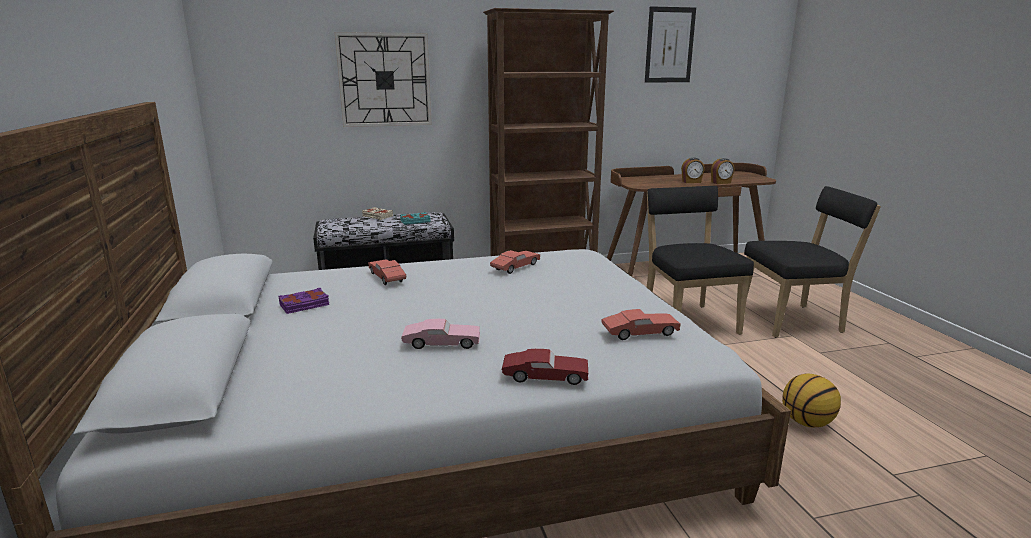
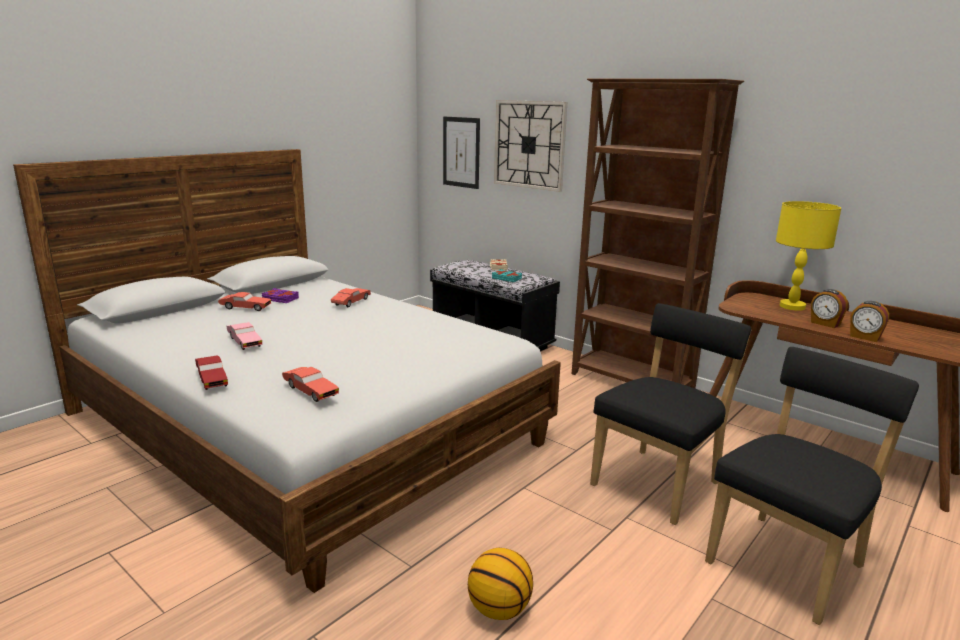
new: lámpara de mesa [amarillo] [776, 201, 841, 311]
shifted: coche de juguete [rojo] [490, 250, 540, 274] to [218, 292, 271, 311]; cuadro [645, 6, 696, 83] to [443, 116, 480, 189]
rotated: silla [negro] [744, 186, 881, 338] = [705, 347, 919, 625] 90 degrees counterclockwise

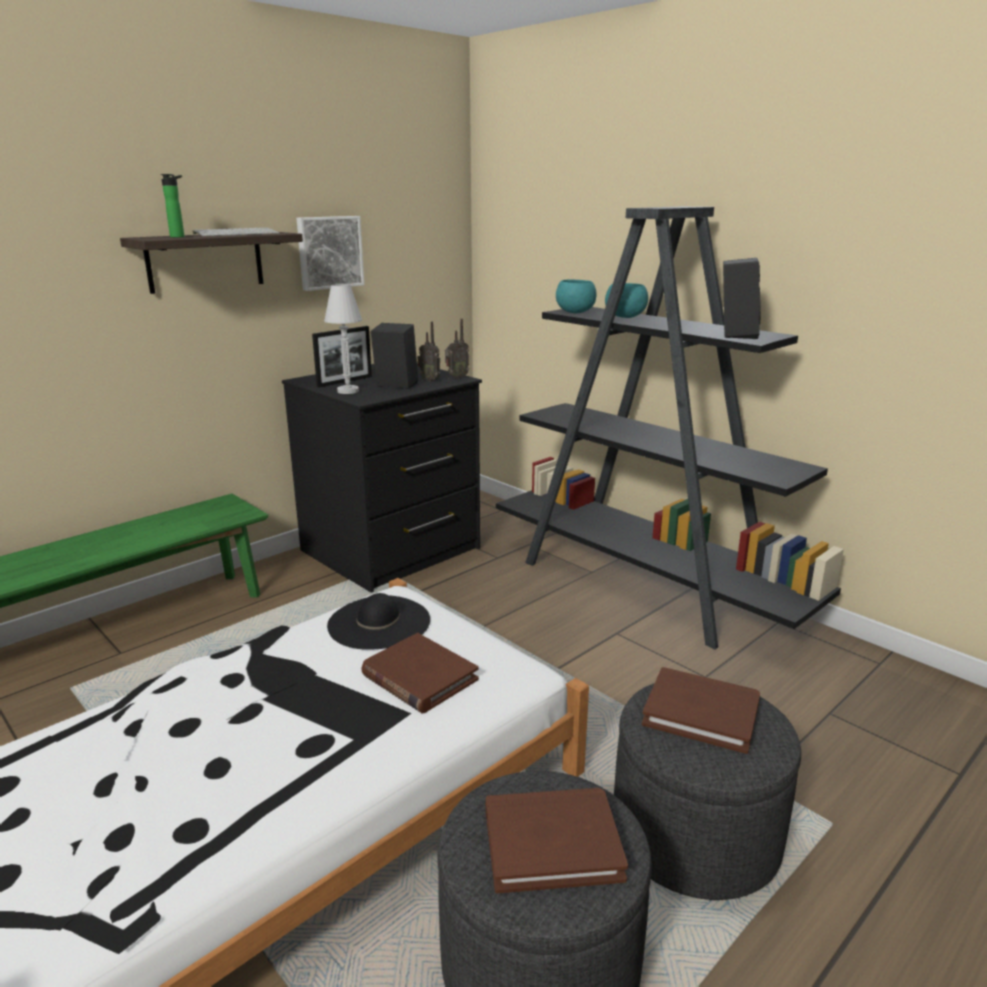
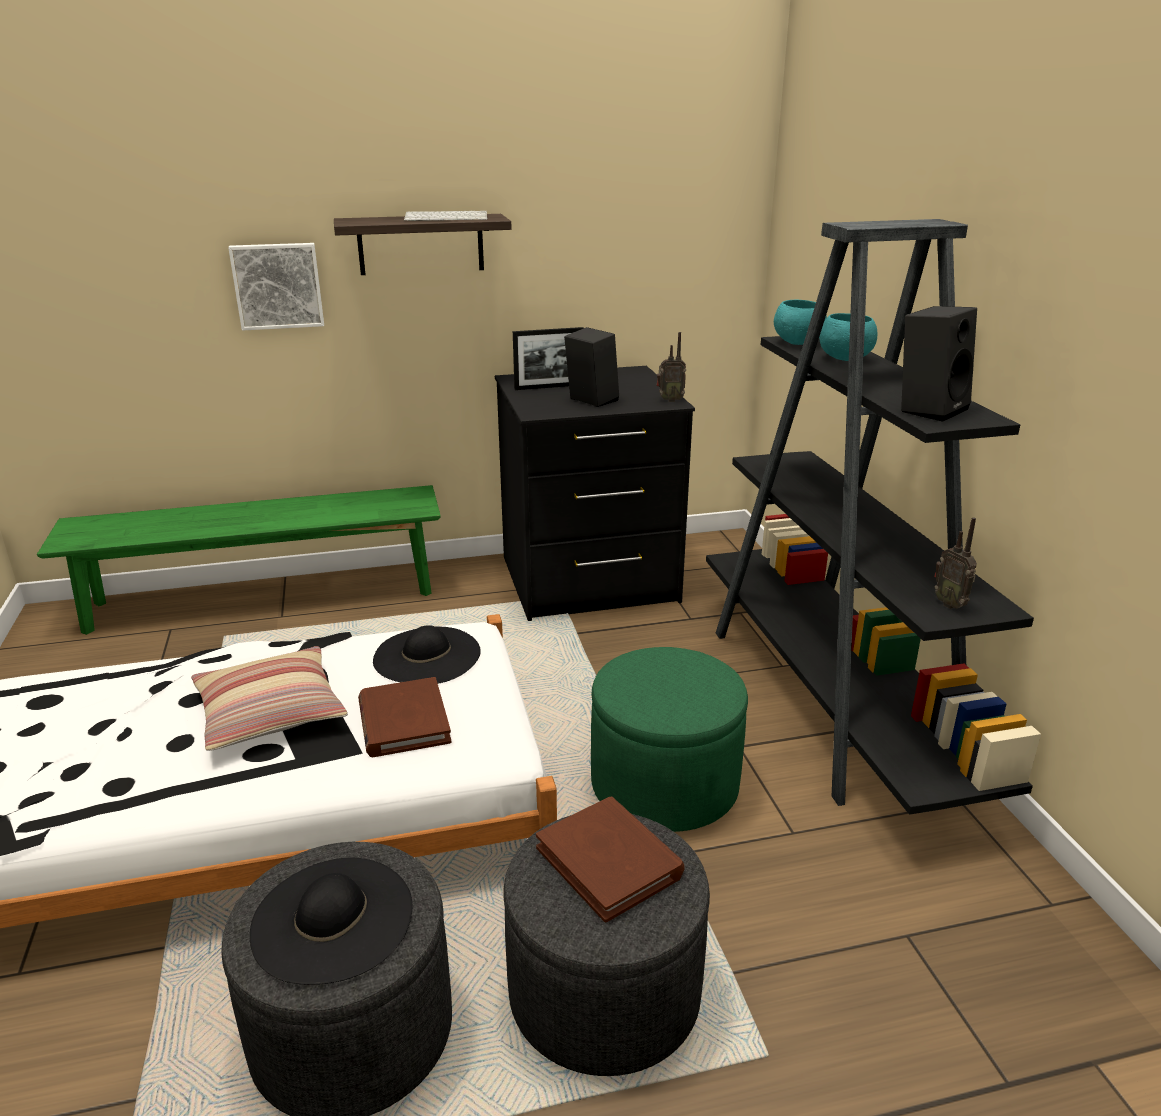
gone: botella [160, 174, 184, 238]; lámpara de mesa [blanco] [324, 284, 362, 394]
new: cojín [191, 646, 348, 751]; puf [verde] [591, 647, 748, 832]
shifted: cuadro [296, 216, 364, 291] to [228, 243, 324, 331]; radio [417, 321, 440, 382] to [934, 517, 977, 609]
swapped: libro [marrón] [485, 788, 628, 893] to sombrero [negro] [250, 857, 413, 985]

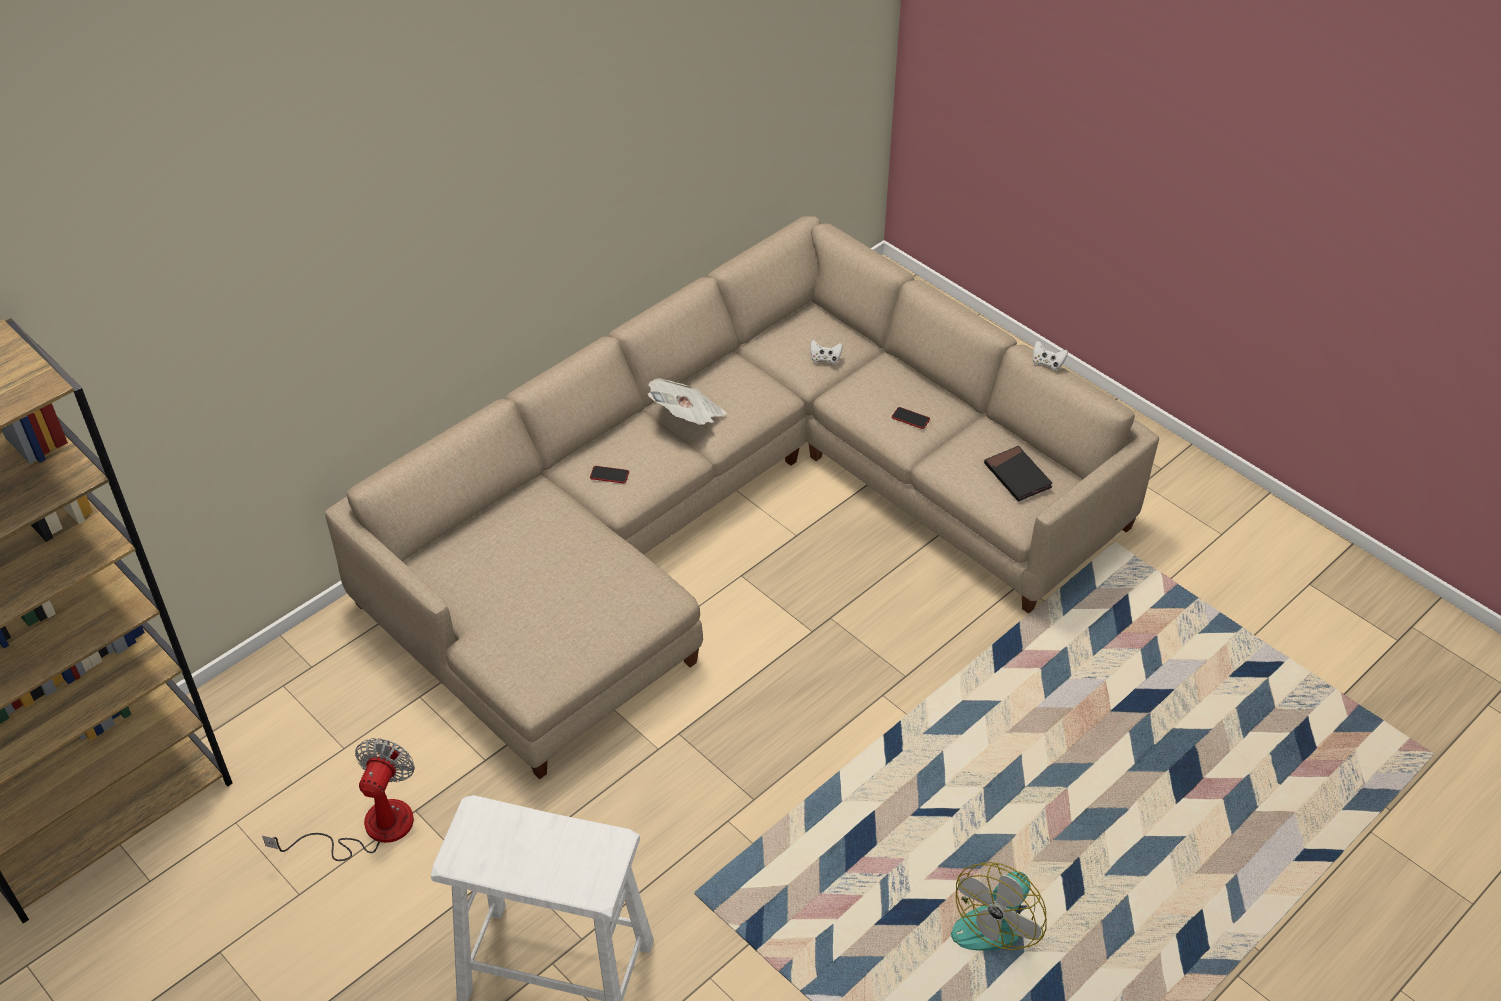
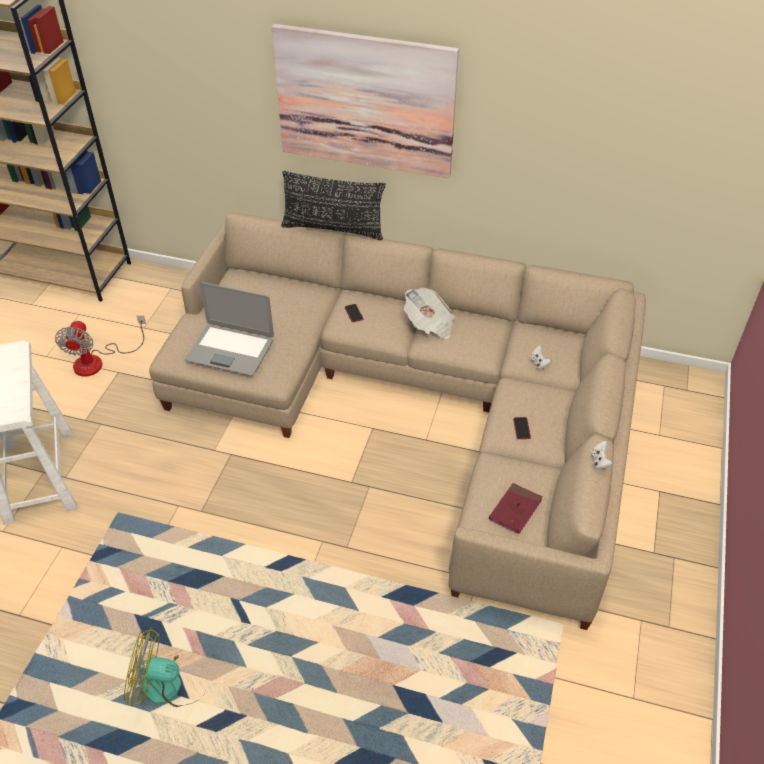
new: portátil [185, 282, 274, 376]; cuadro [271, 24, 459, 179]; cojín [negro] [281, 171, 386, 240]
repainted: libro [negro] [984, 446, 1053, 501] to libro [rojo] [489, 483, 542, 534]
rotated: ventilador [262, 738, 415, 861] = [55, 316, 146, 376] 105 degrees clockwise

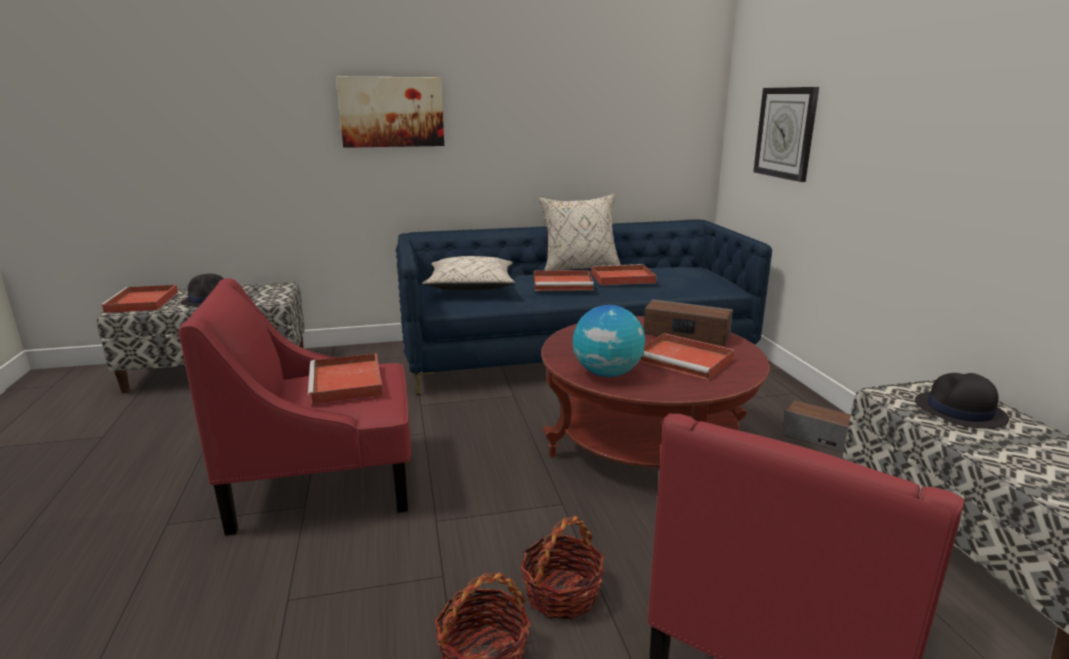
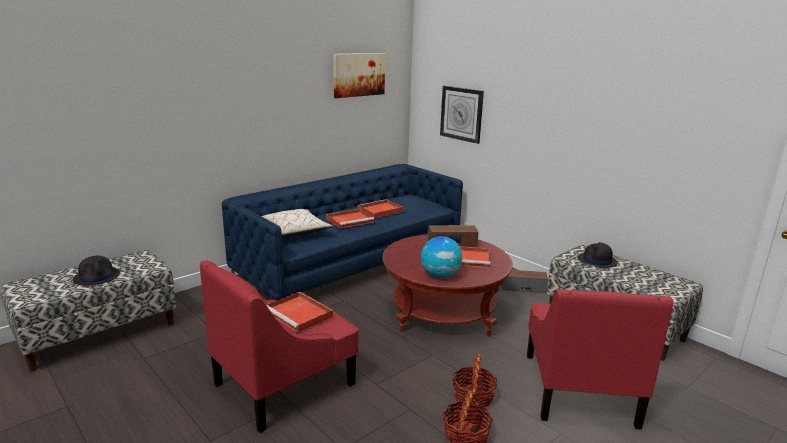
gone: bandeja [rojo] [100, 285, 178, 313]; cojín [beis] [539, 194, 621, 270]
shifted: cuadro [336, 77, 444, 148] to [333, 53, 385, 98]

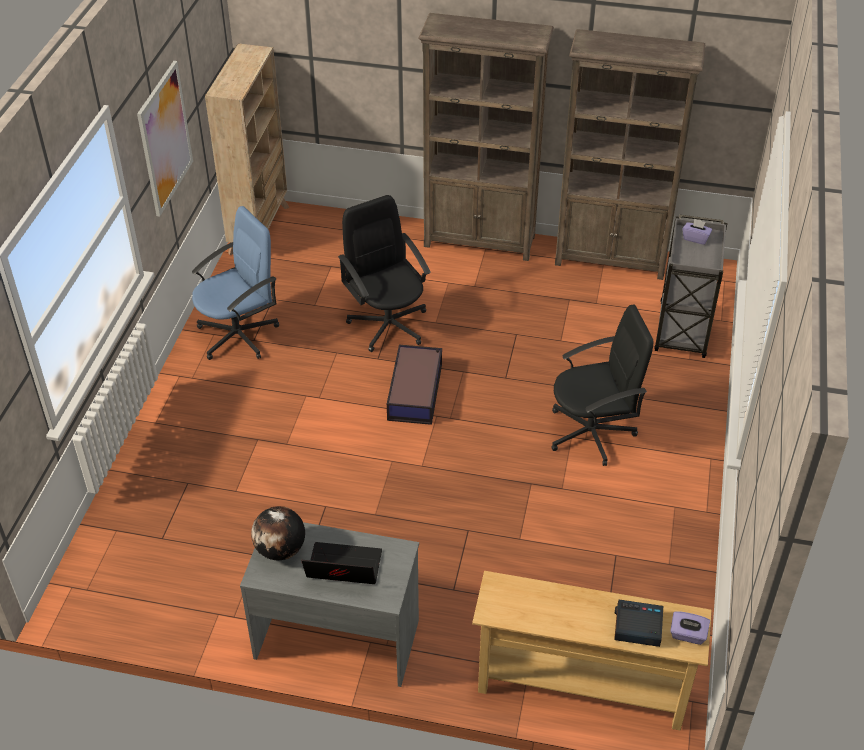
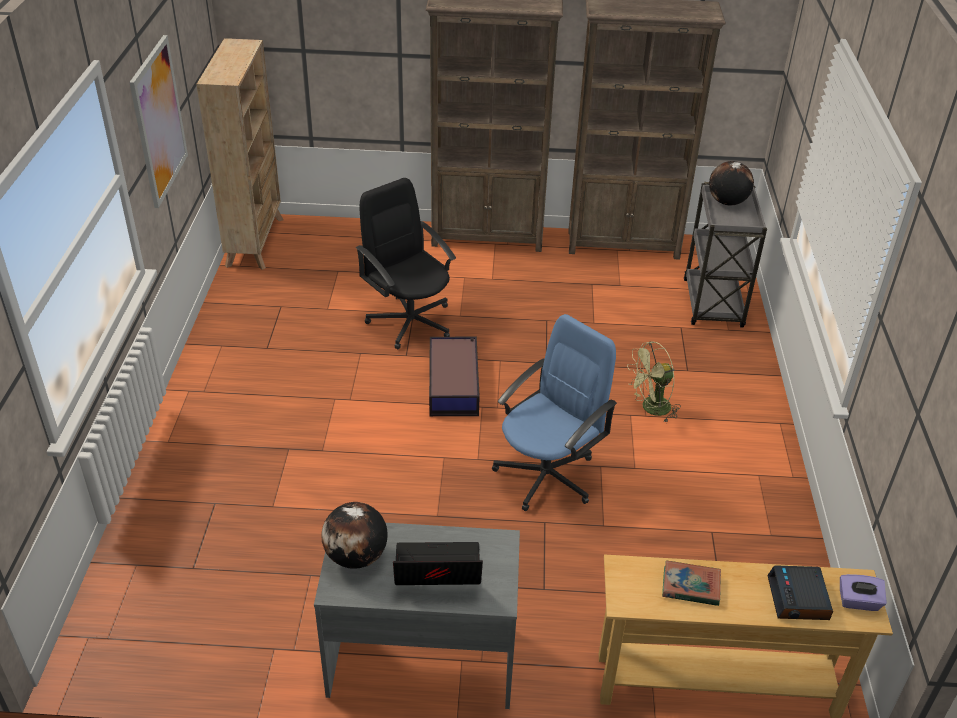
new: libro [662, 560, 721, 606]
shifted: silla de oficina [azul] [192, 206, 279, 360] to [492, 314, 617, 511]
swapped: silla de oficina [negro] [552, 305, 654, 466] to ventilador [verde] [627, 342, 681, 423]; caja de pañuelos [morado] [682, 219, 712, 245] to globo terráqueo [709, 161, 754, 206]
rotated: despertador [614, 600, 663, 647] = [767, 565, 833, 620] 90 degrees counterclockwise

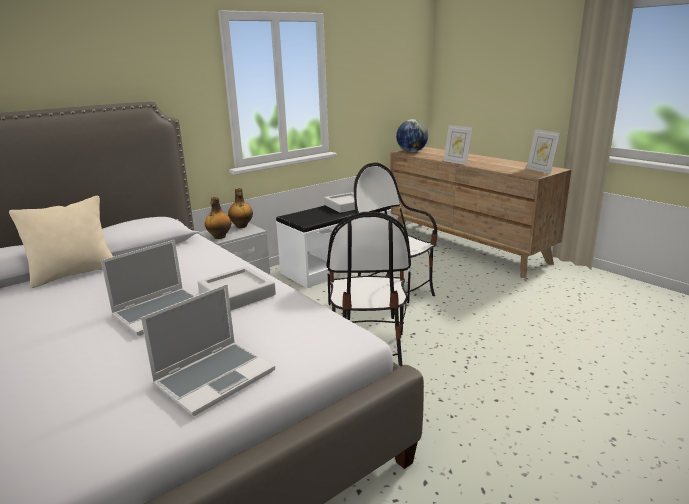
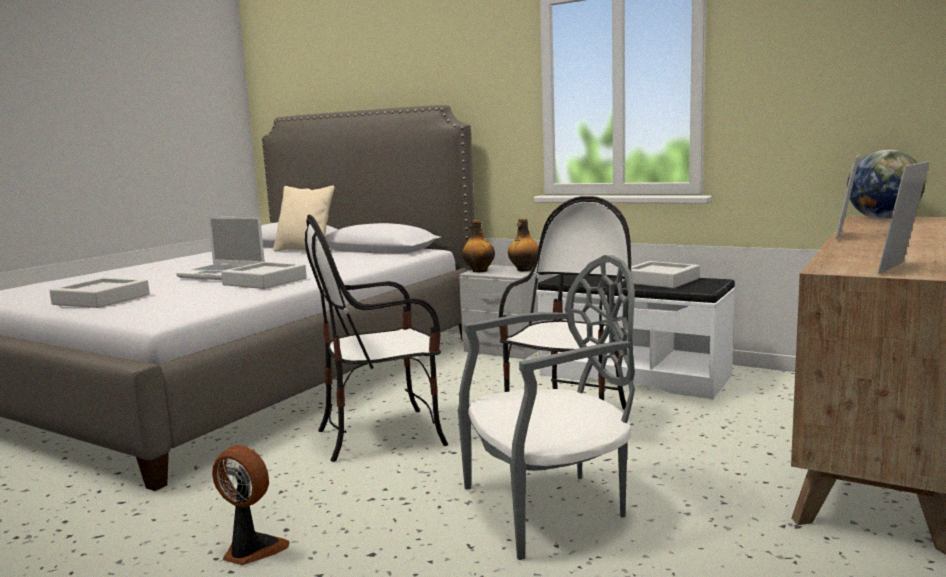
new: ventilador [212, 445, 290, 565]; silla [gris] [458, 255, 635, 560]
swapped: portátil [141, 284, 275, 416] to bandeja [gris] [49, 278, 150, 308]

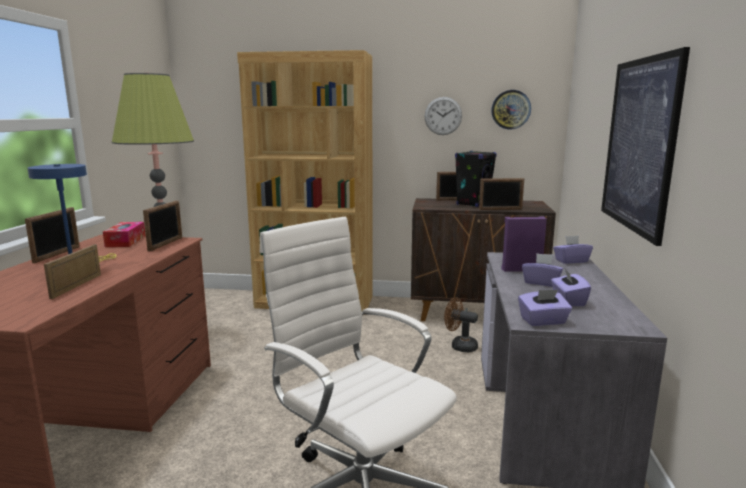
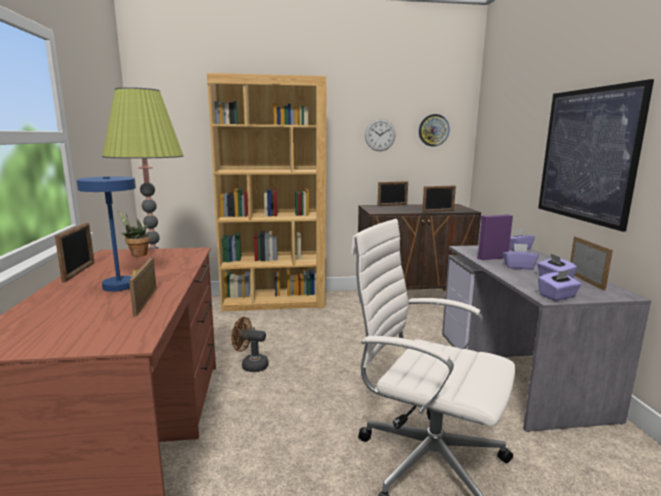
gone: altavoz [negro] [455, 151, 497, 207]
shifted: portarretratos [143, 200, 182, 252] to [570, 237, 613, 290]; ventilador [marrón] [444, 297, 478, 352] to [232, 317, 269, 372]
swapped: caja de pañuelos [103, 222, 146, 247] to planta en maceta [118, 211, 150, 257]

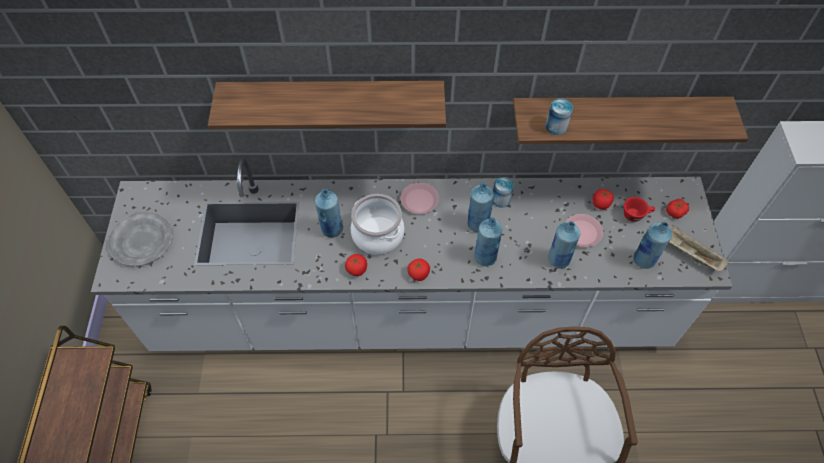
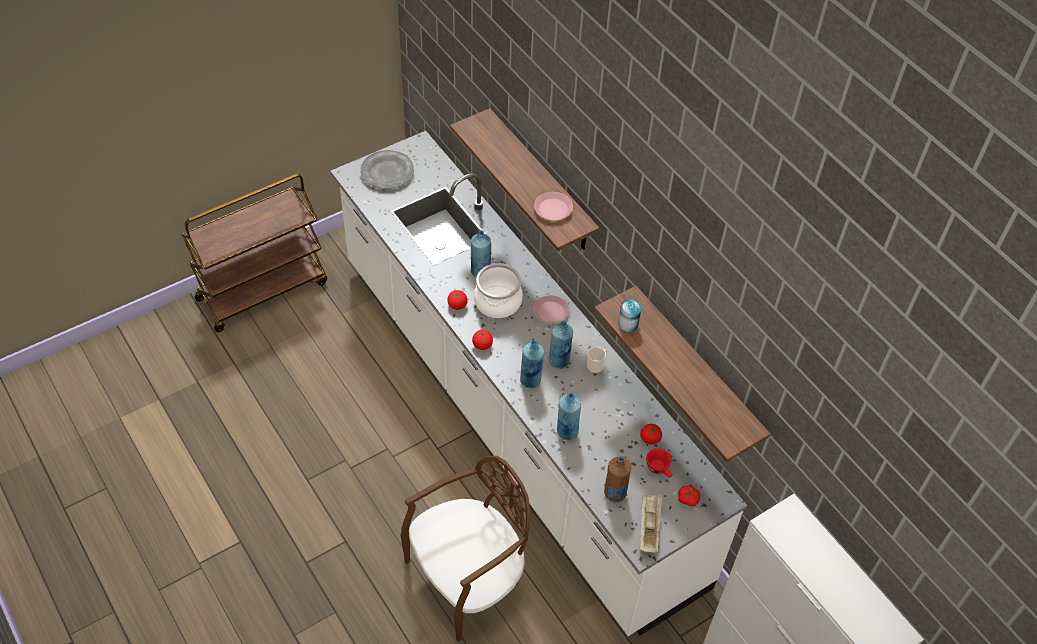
shifted: plato [rosa] [565, 214, 603, 247] to [534, 192, 573, 221]
swapped: lata [493, 177, 514, 207] to taza grande [587, 347, 607, 373]
repainted: botella [azul] [633, 222, 672, 269] to botella [marrón] [604, 456, 631, 502]

